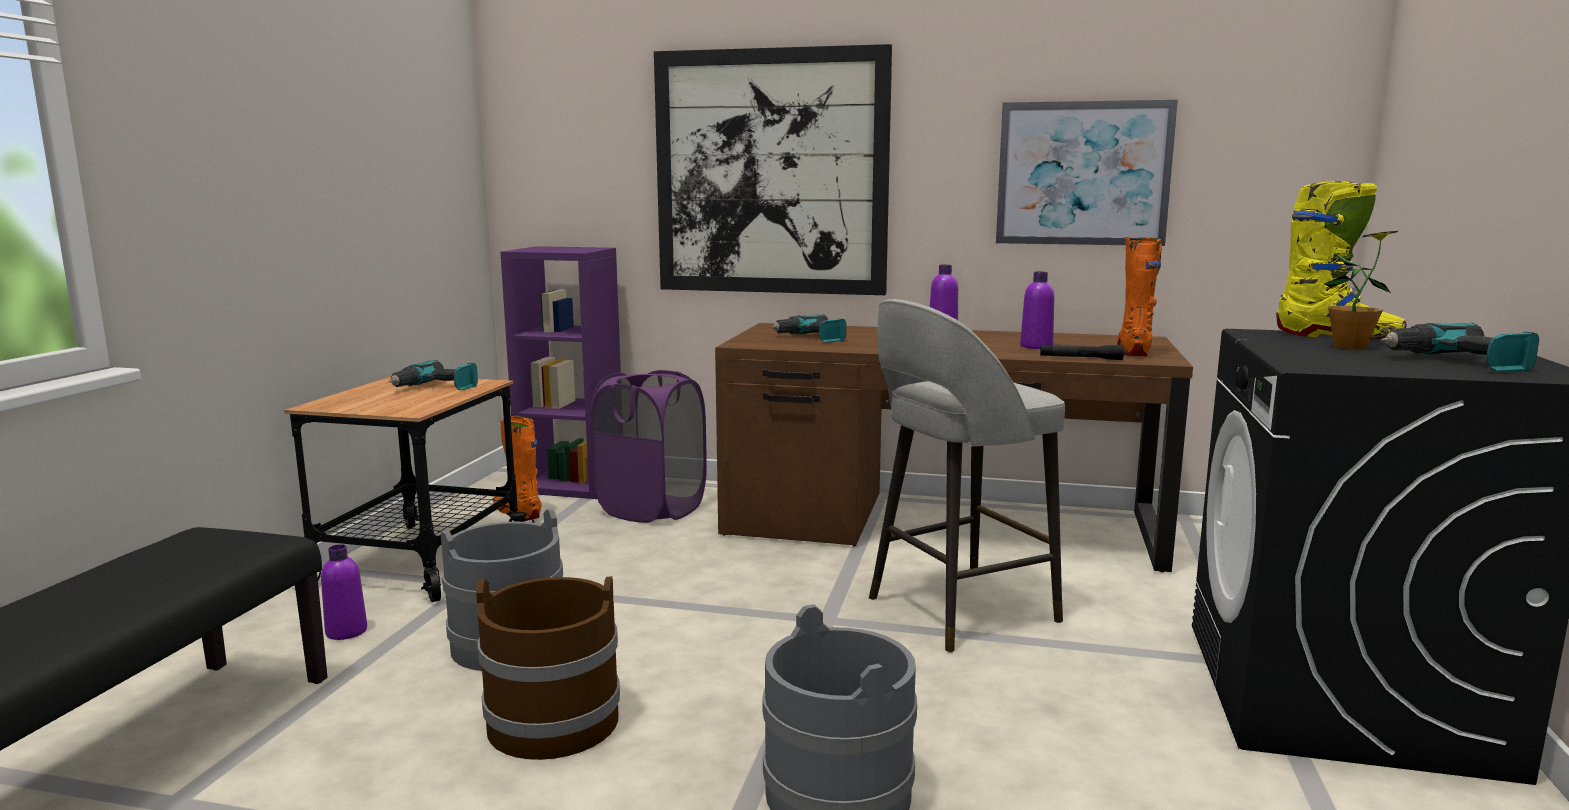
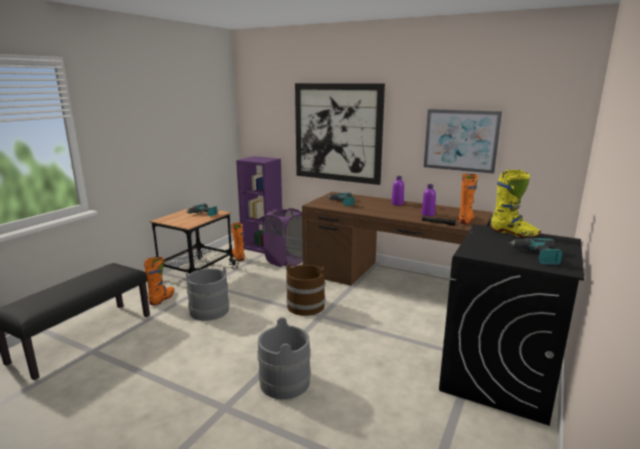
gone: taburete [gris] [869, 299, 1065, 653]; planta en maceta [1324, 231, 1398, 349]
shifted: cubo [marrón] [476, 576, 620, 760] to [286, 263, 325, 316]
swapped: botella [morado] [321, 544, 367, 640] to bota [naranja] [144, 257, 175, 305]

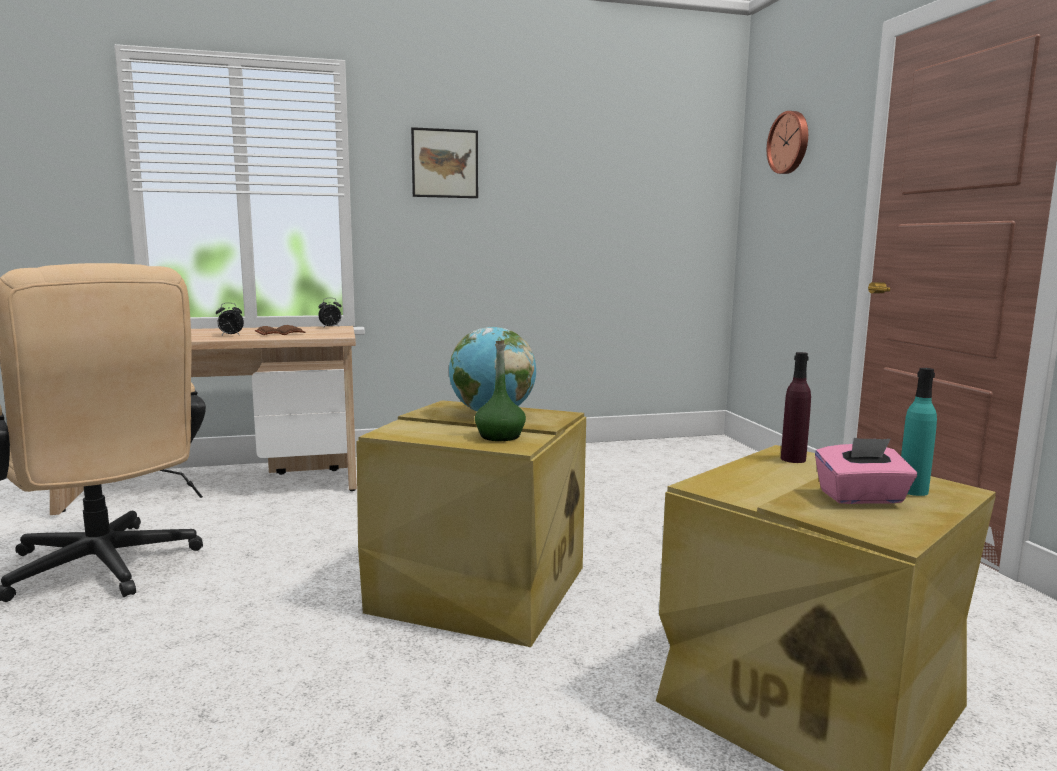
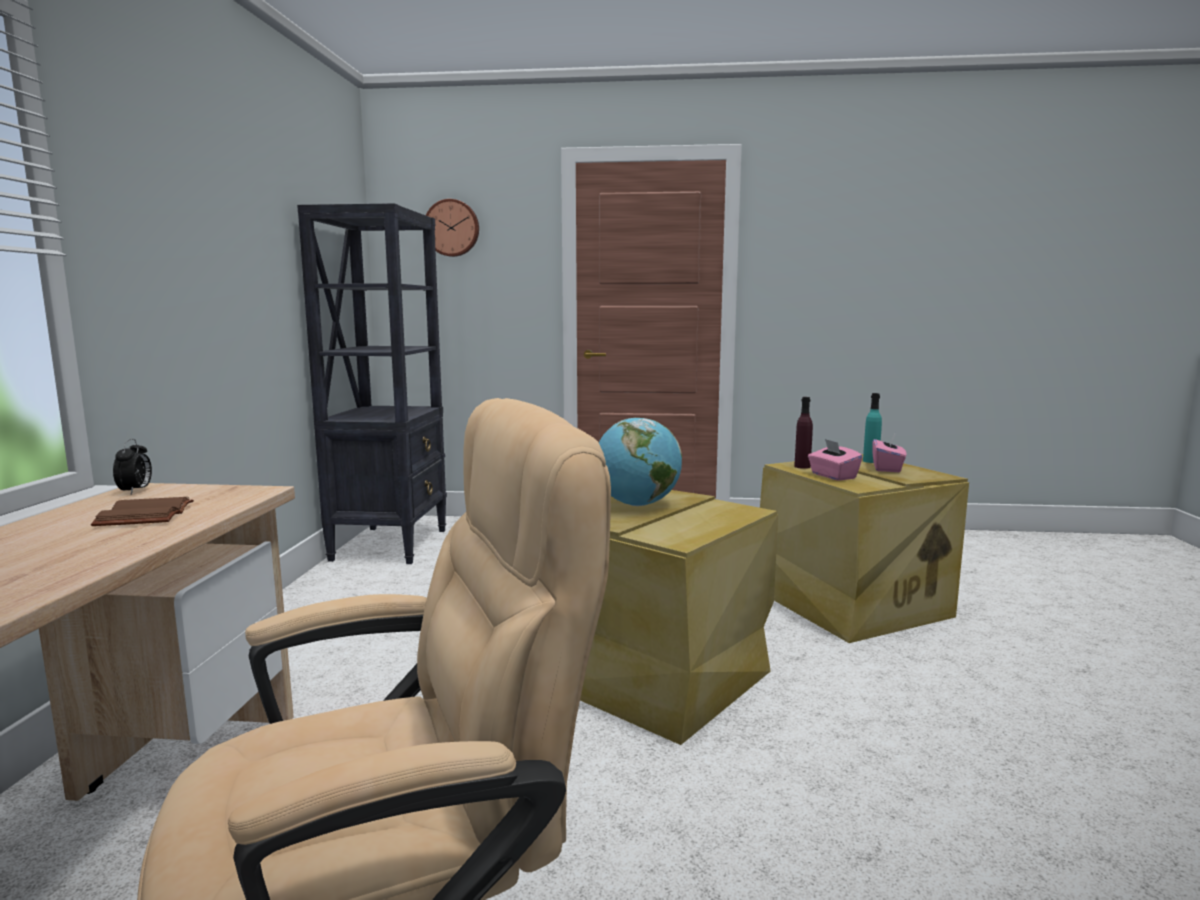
gone: despertador [216, 303, 244, 335]; cuadro [411, 127, 478, 198]; botella [verde] [475, 340, 526, 441]
new: estantería [negro] [297, 203, 447, 564]; caja de pañuelos [rosa] [808, 439, 862, 481]

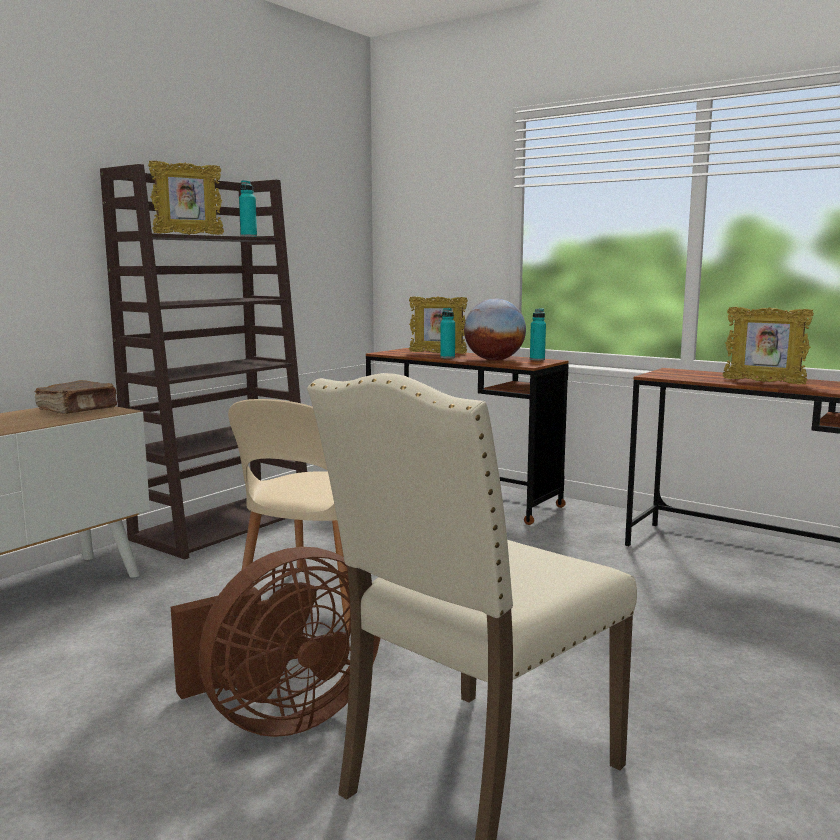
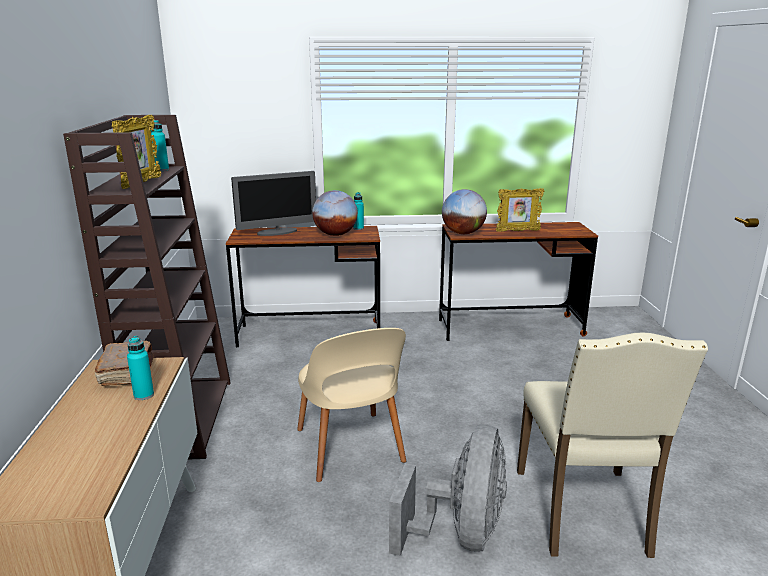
new: globo terráqueo [442, 189, 487, 234]
shifted: botella [turquesa] [440, 308, 455, 359] to [127, 336, 154, 400]
swapped: portarretratos [409, 296, 468, 354] to monitor [231, 171, 316, 236]
repainted: ventilador [marrón] [171, 547, 380, 737] to ventilador [gris] [389, 424, 507, 556]

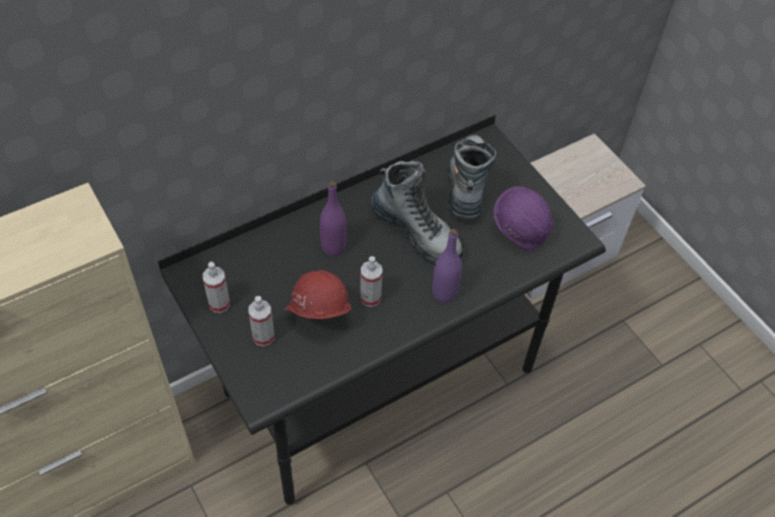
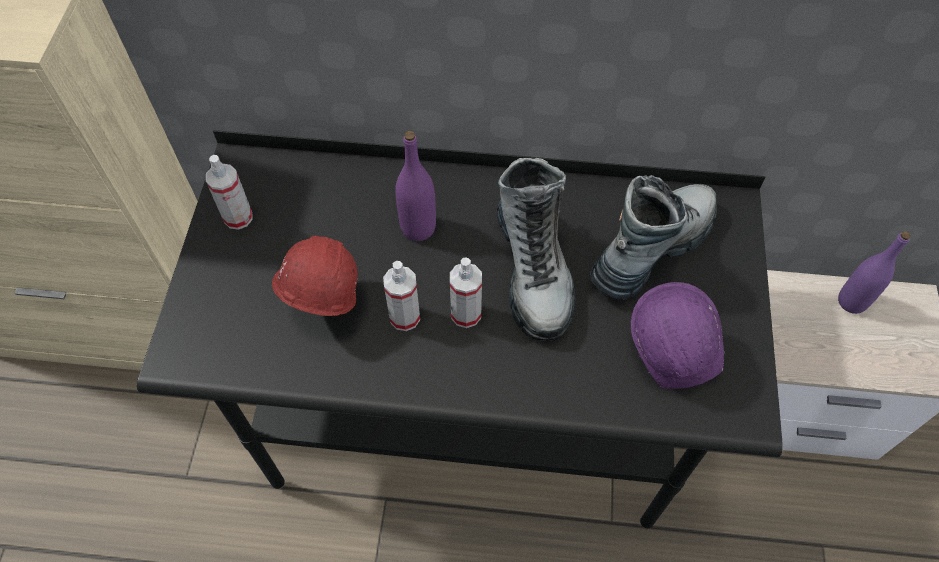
shifted: pulverizador [248, 296, 274, 346] to [450, 257, 482, 328]; botella [morado] [432, 229, 462, 302] to [838, 231, 911, 314]

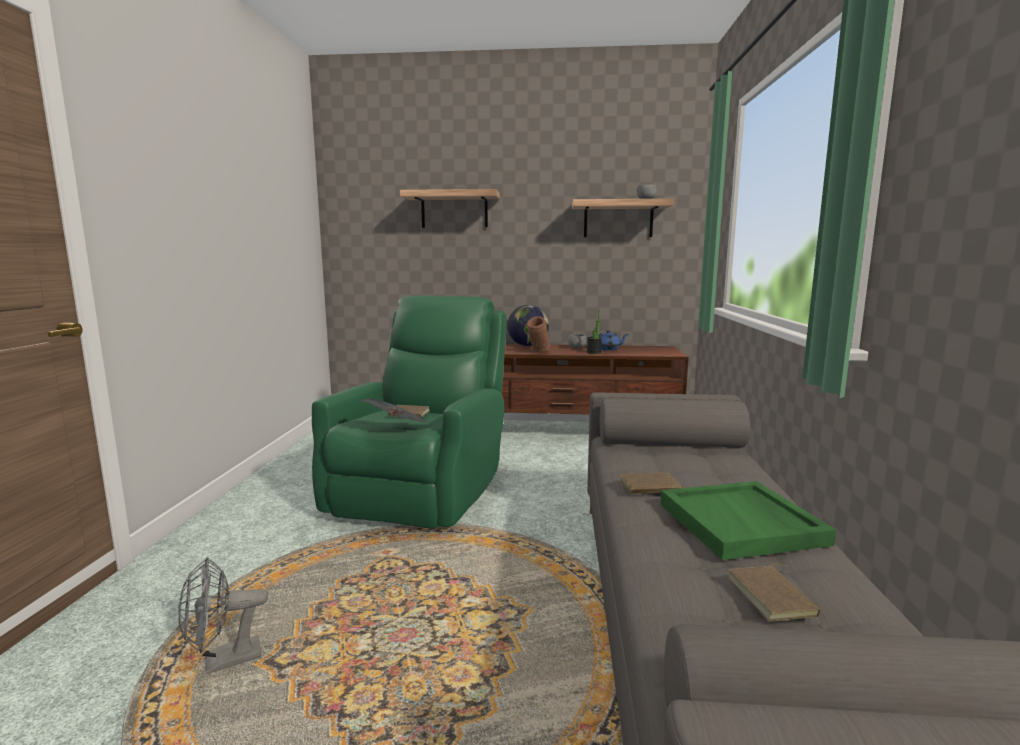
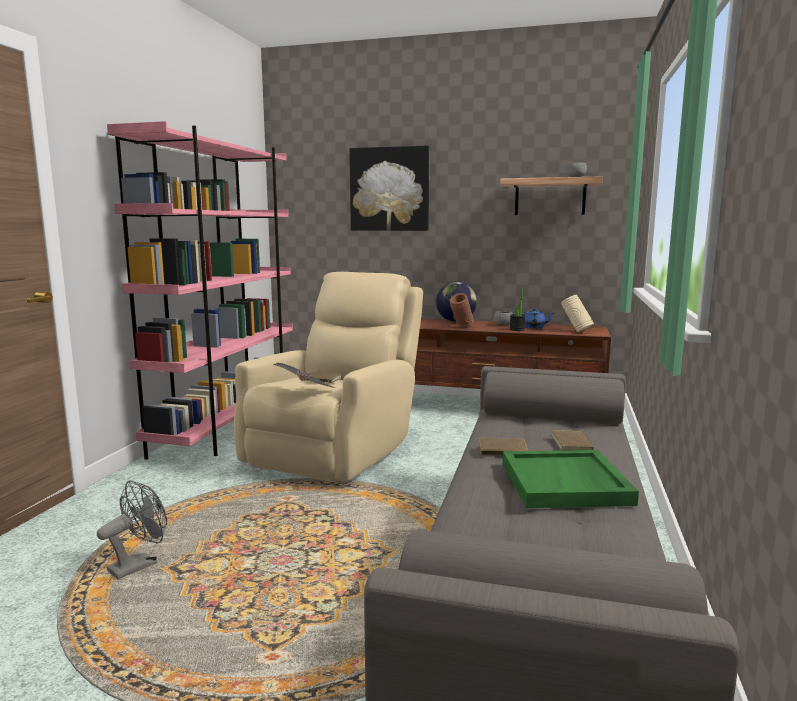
new: estantería [rosa] [107, 121, 293, 460]; florero [beis] [561, 295, 594, 332]
shifted: libro [marrón] [727, 563, 821, 622] to [551, 430, 594, 451]
swapped: estante [400, 189, 500, 228] to cuadro [349, 146, 429, 231]
repainted: sillón [verde] [312, 295, 507, 529] to sillón [beis] [234, 272, 423, 482]
rotated: ventilador [gris] [178, 557, 268, 674] = [97, 481, 167, 579] 150 degrees clockwise

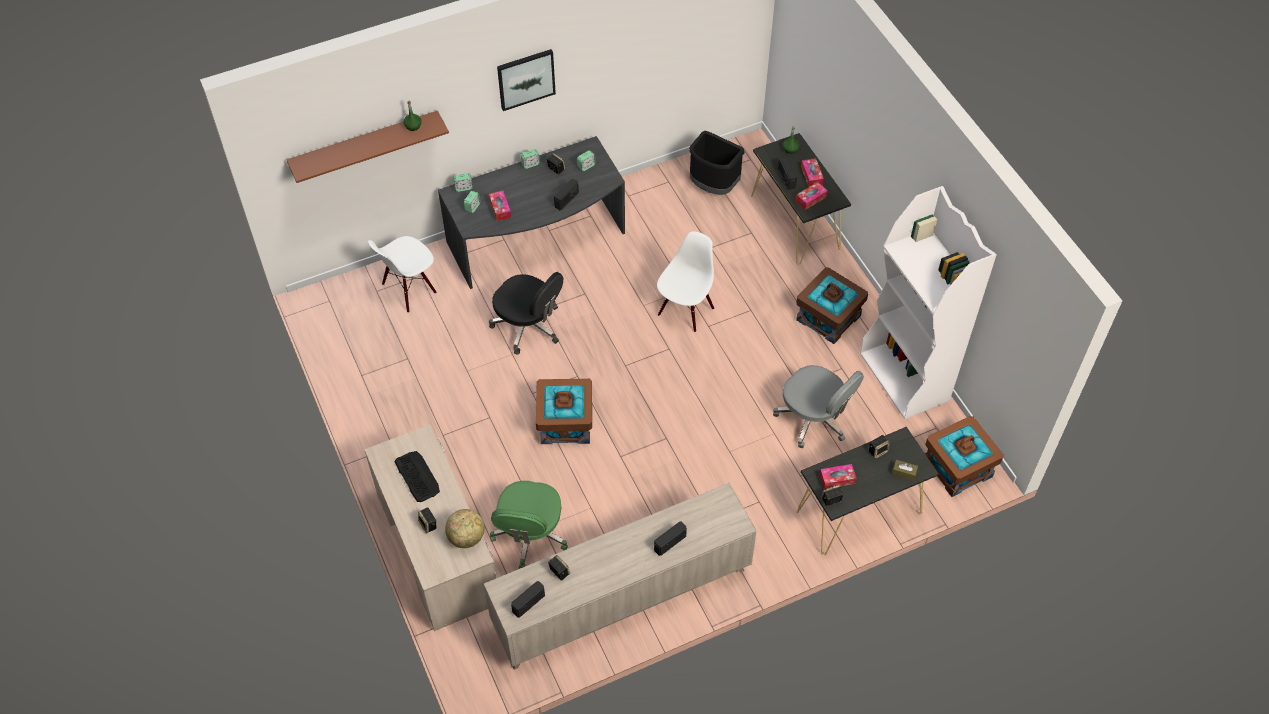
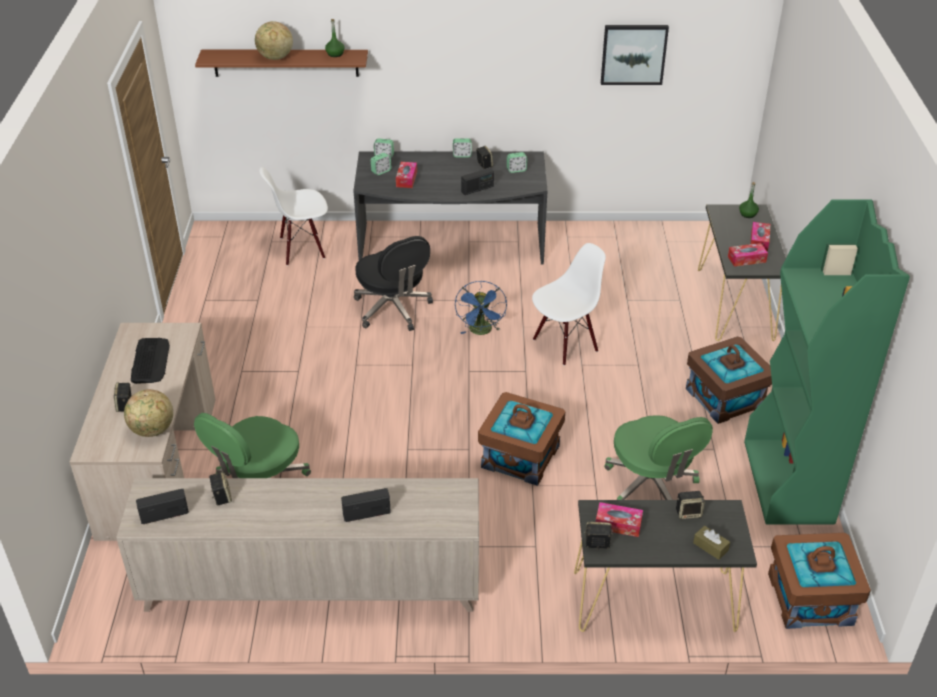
gone: papelera [negro] [689, 131, 744, 195]; radio [778, 157, 797, 190]
new: globo terráqueo [255, 21, 293, 60]; ventilador [azul] [455, 281, 507, 335]
shifted: cuadro [497, 49, 556, 111] to [601, 25, 669, 85]; caja de almacenaje [marrón] [536, 379, 592, 444] to [478, 392, 565, 486]
repainted: silla de oficina [gris] [773, 365, 864, 448] to silla de oficina [verde] [604, 415, 713, 500]; estantería [blanco] [860, 186, 997, 419] to estantería [verde] [744, 200, 910, 524]

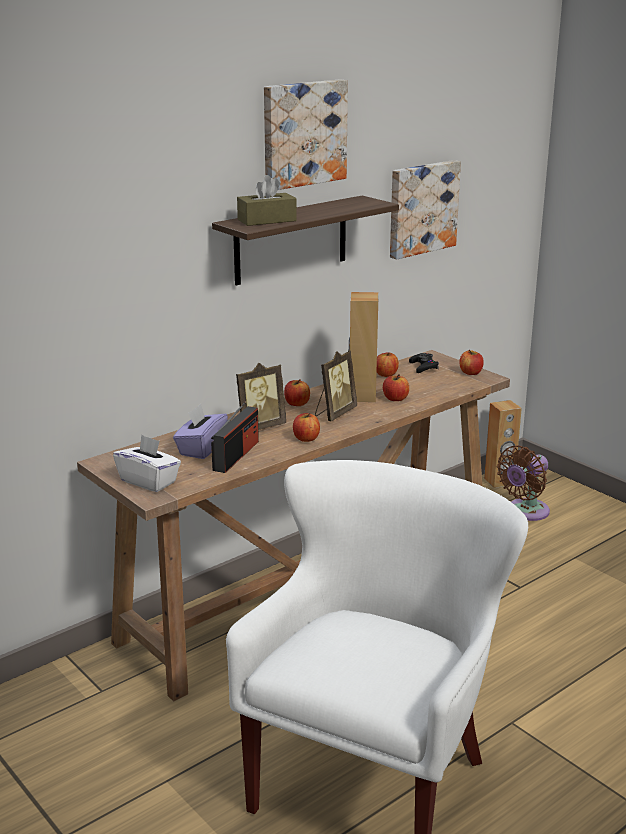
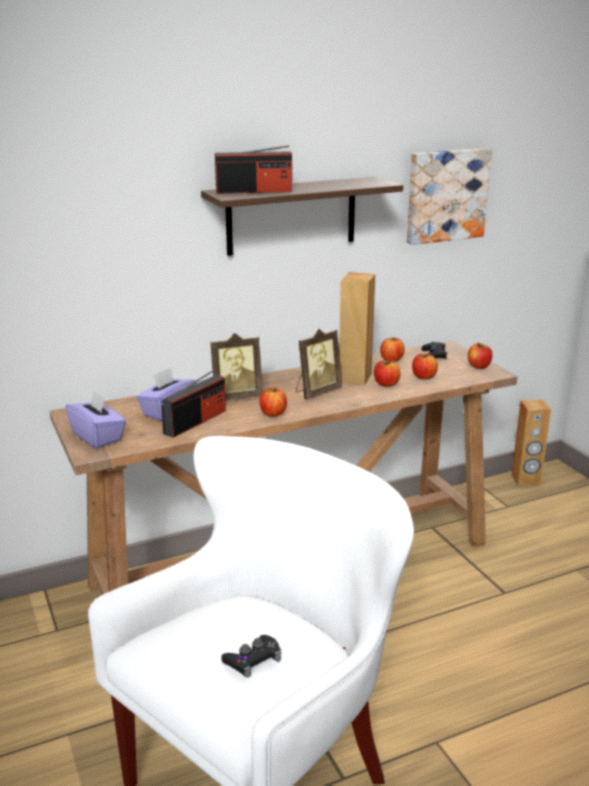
gone: cuadro [264, 79, 348, 190]; ventilador [marrón] [497, 445, 550, 521]
new: mando de consola [negro] [221, 635, 281, 678]
shifted: manzana [284, 379, 310, 406] to [412, 353, 438, 379]
swapped: caja de pañuelos [marrón] [237, 175, 297, 226] to radio [215, 145, 292, 194]
repainted: caja de pañuelos [blanco] [113, 435, 181, 492] to caja de pañuelos [morado] [65, 391, 126, 449]

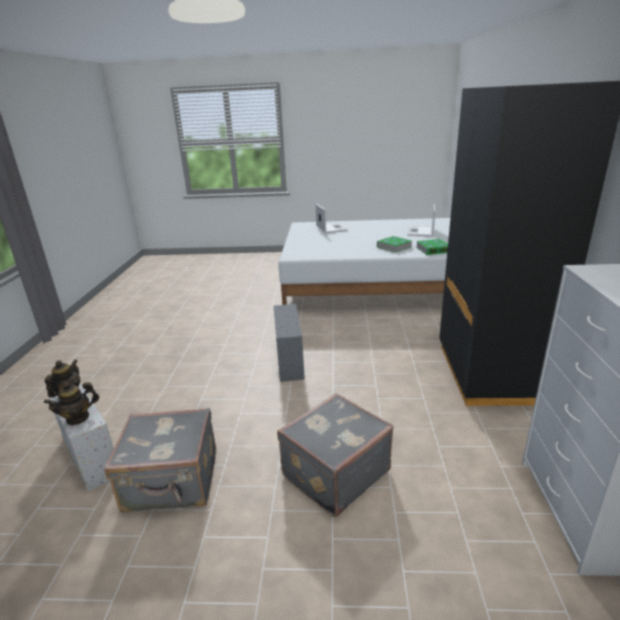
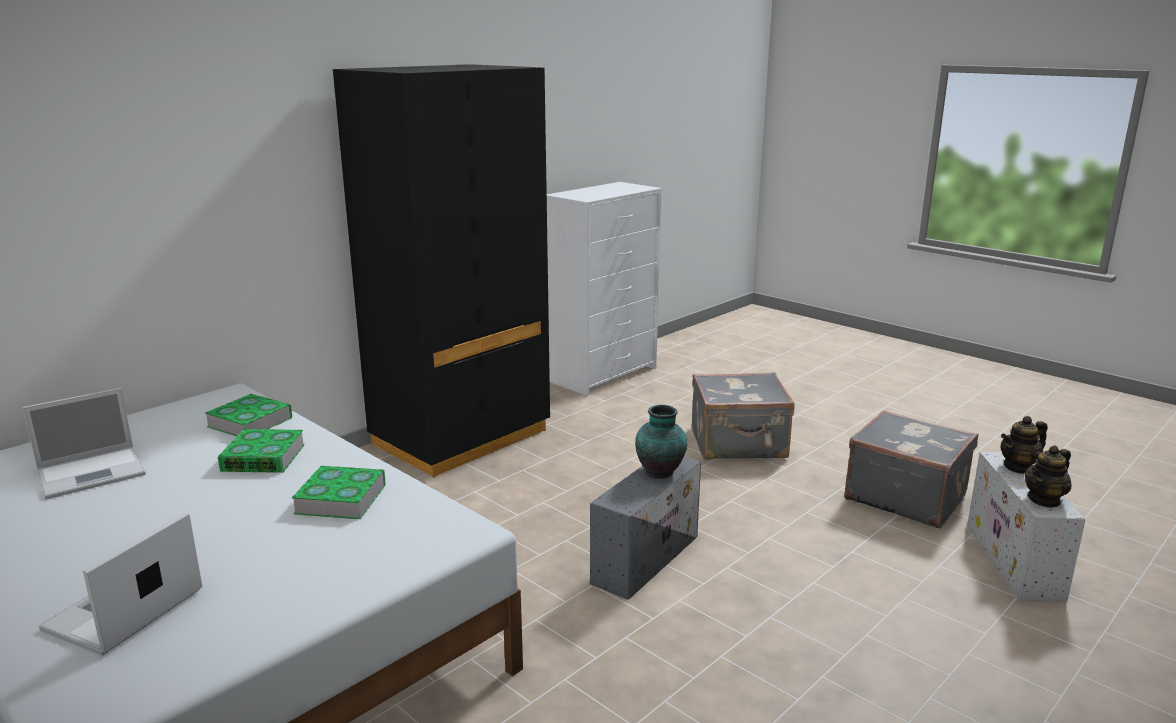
new: libro [292, 466, 386, 519]; florero [635, 405, 687, 479]
rotated: tetera [44, 382, 99, 425] = [1001, 416, 1048, 474] 150 degrees clockwise

